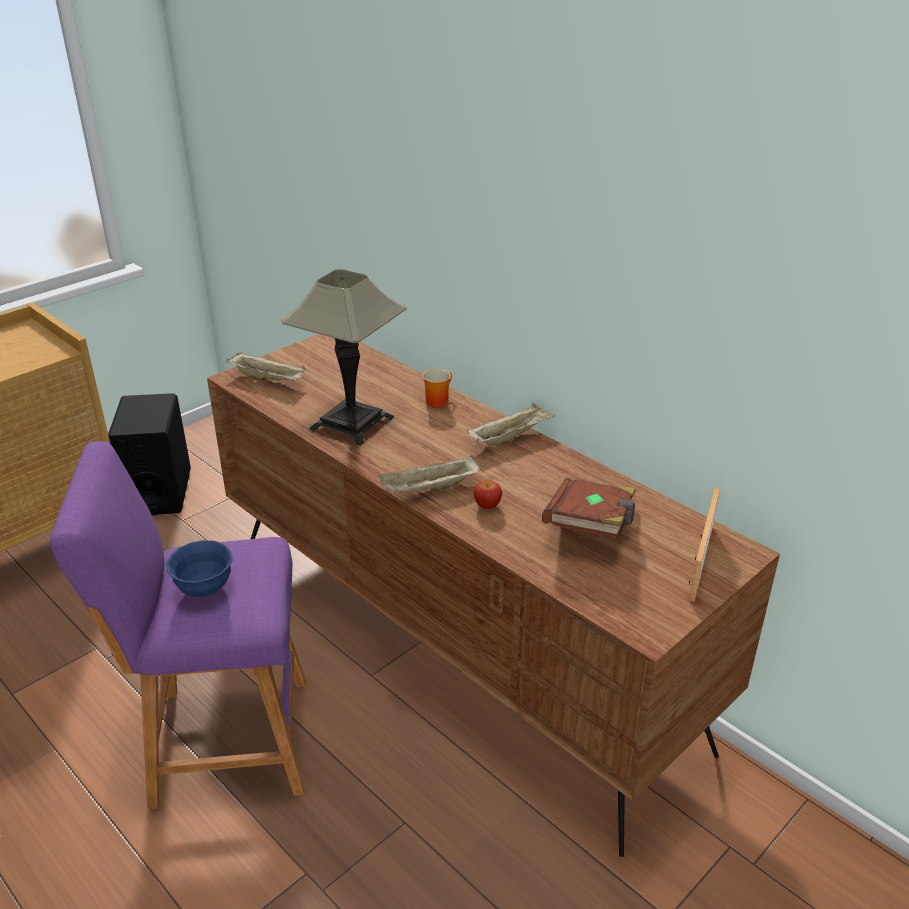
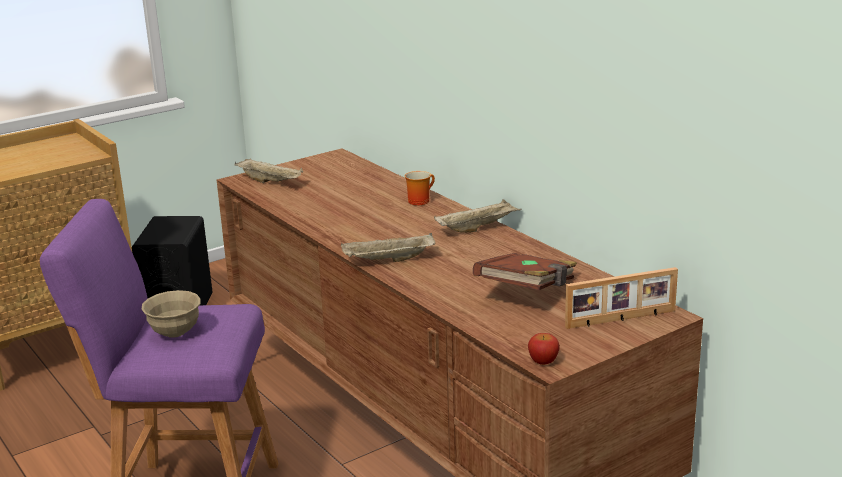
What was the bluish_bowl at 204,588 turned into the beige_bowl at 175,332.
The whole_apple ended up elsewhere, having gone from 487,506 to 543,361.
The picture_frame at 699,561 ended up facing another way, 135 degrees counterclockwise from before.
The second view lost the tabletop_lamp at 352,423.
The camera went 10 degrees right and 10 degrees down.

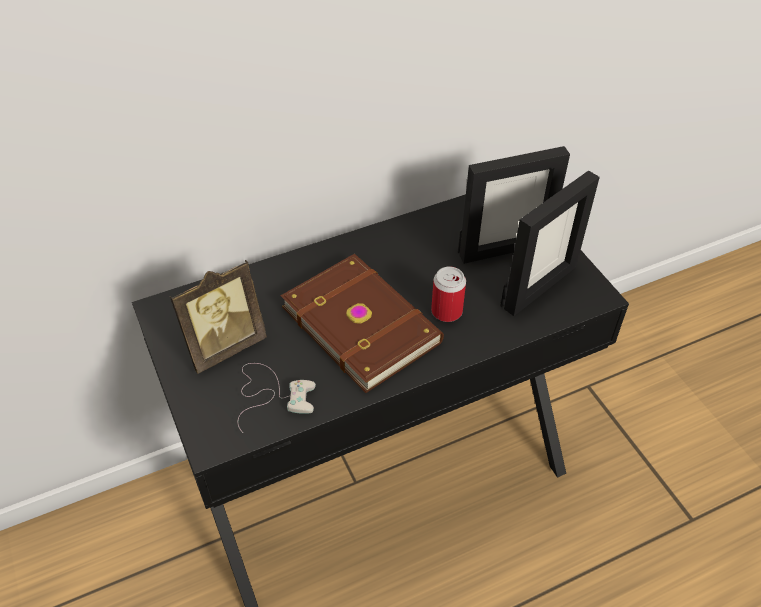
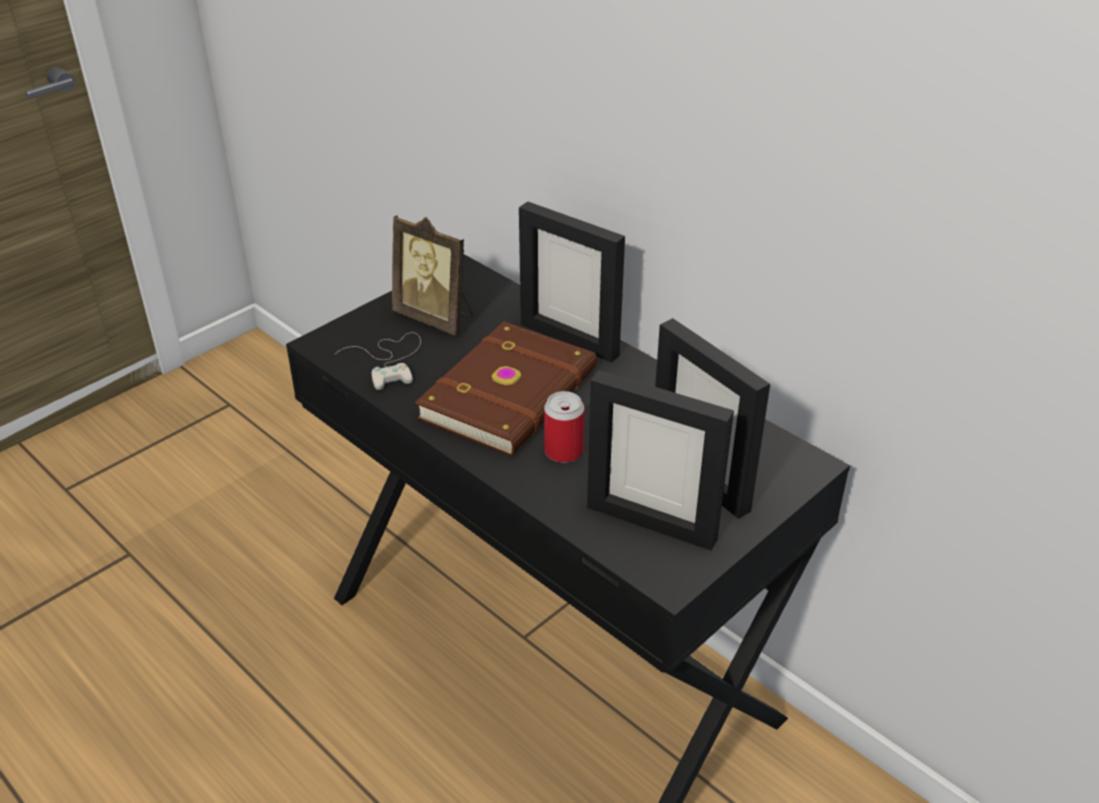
The second view gained the picture_frame at 570,338.
The camera went 70 degrees right and 10 degrees down.

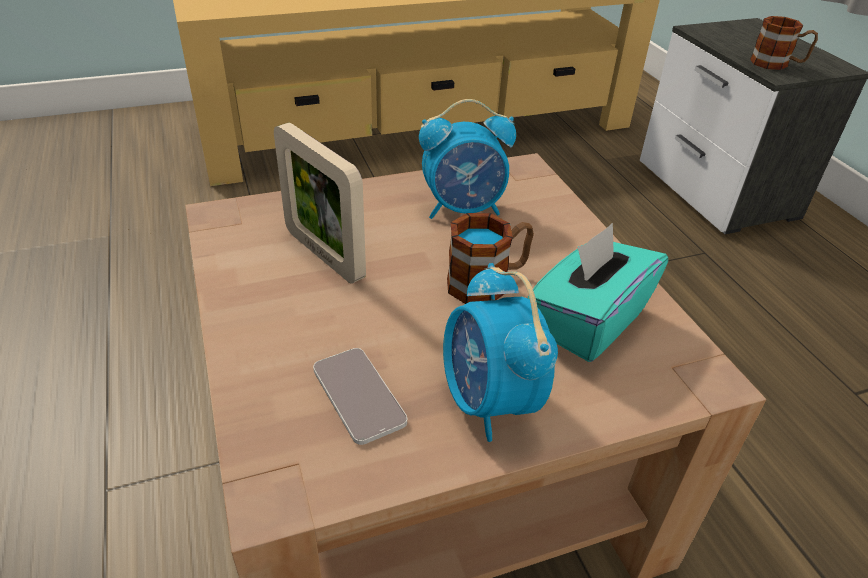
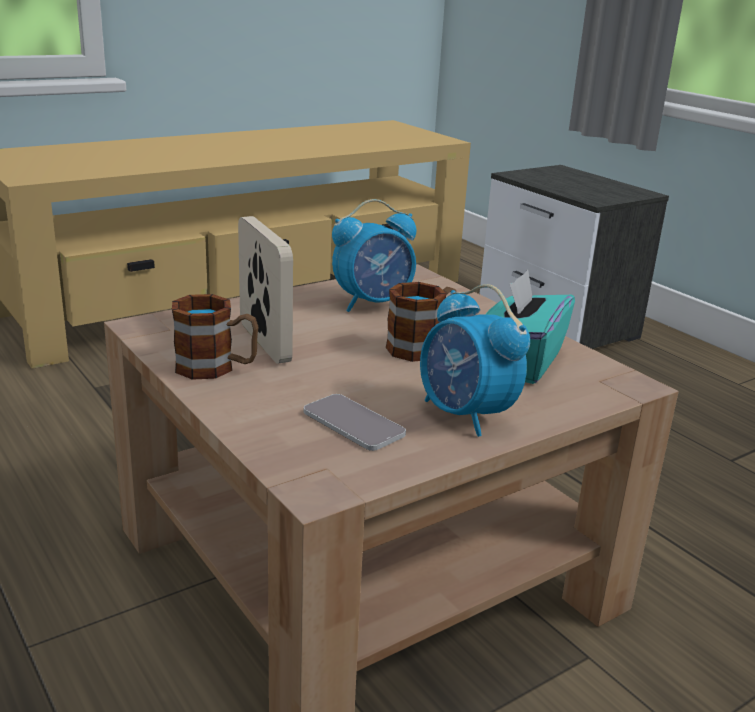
The mug ended up elsewhere, having gone from 777,64 to 216,368.
The picture_frame at 324,255 ended up facing another way, 150 degrees counterclockwise from before.
The camera went 15 degrees left and 15 degrees down.

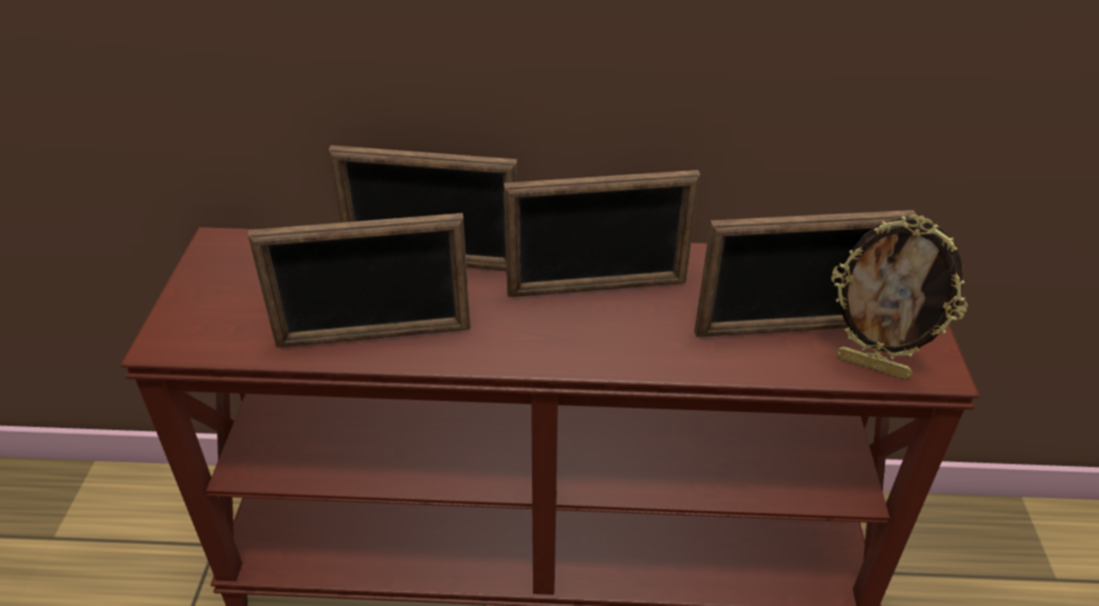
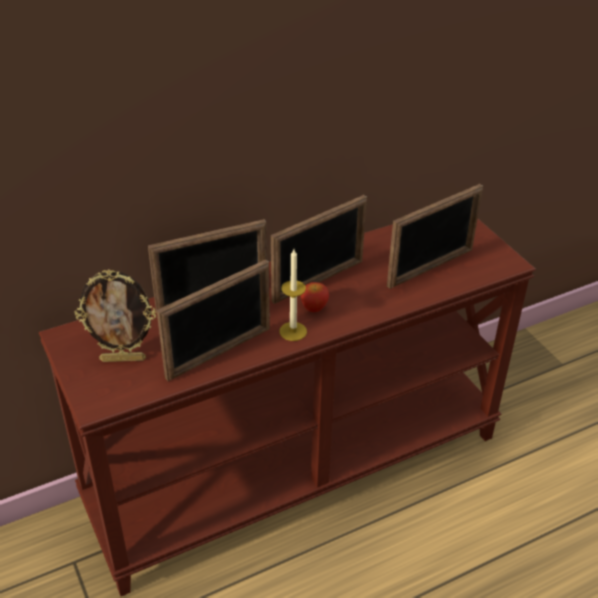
The picture_frame ended up elsewhere, having gone from 873,366 to 123,359.
The second view gained the wax_light at 293,331.
The second view gained the whole_apple at 314,307.
The camera went 30 degrees left and 0 degrees up.

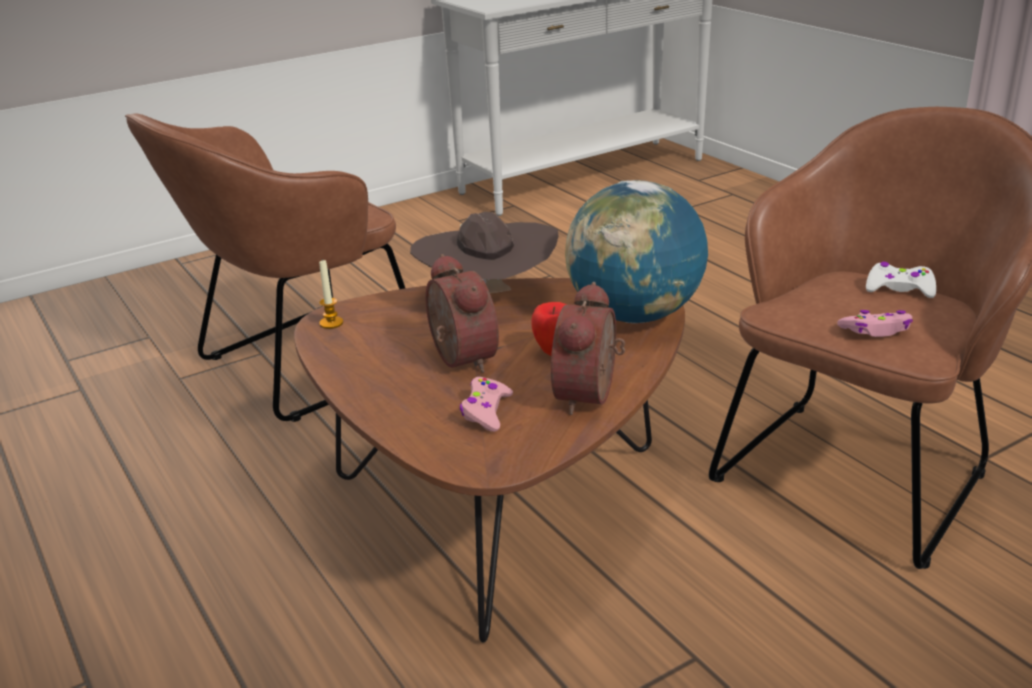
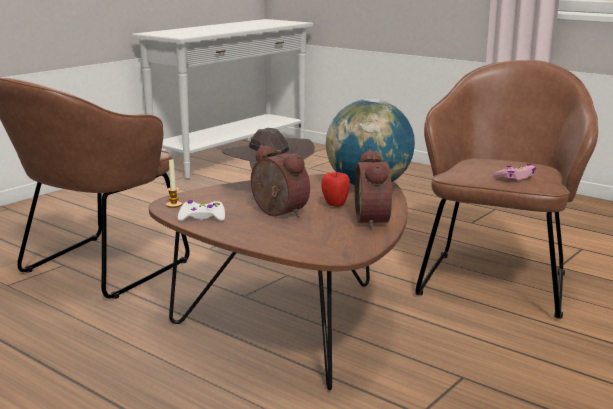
The white-coloured_gamepad ended up elsewhere, having gone from 899,289 to 202,218.
The second view lost the pink-coloured_gamepad at 486,411.
The camera went 20 degrees left and 10 degrees down.

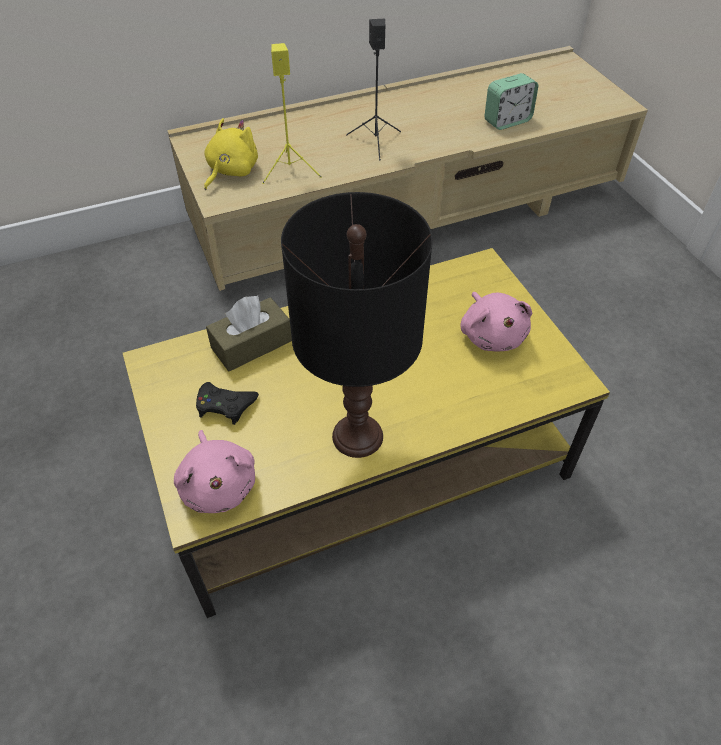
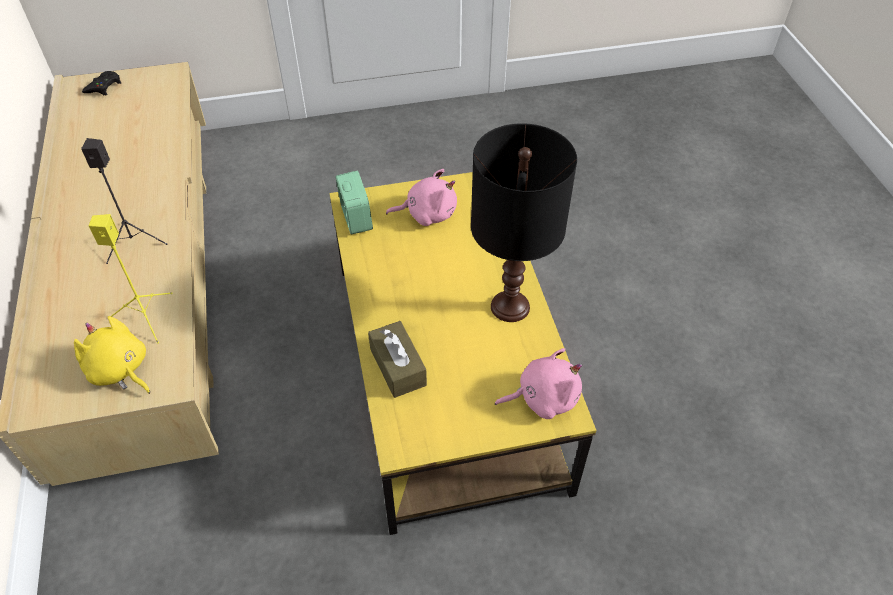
The blackish_gamepad ended up elsewhere, having gone from 225,405 to 104,87.
The bedside_clock ended up elsewhere, having gone from 507,121 to 356,219.
The camera went 80 degrees left and 0 degrees up.

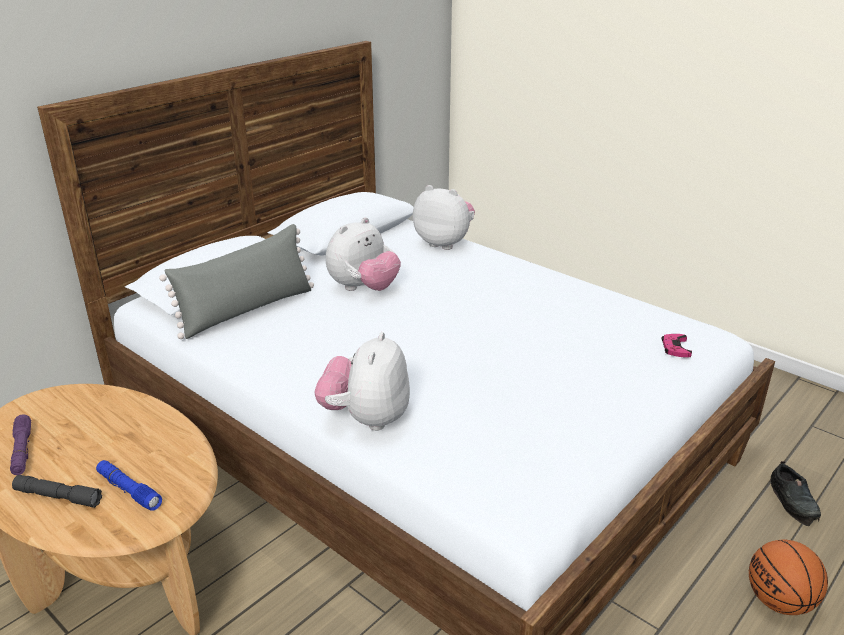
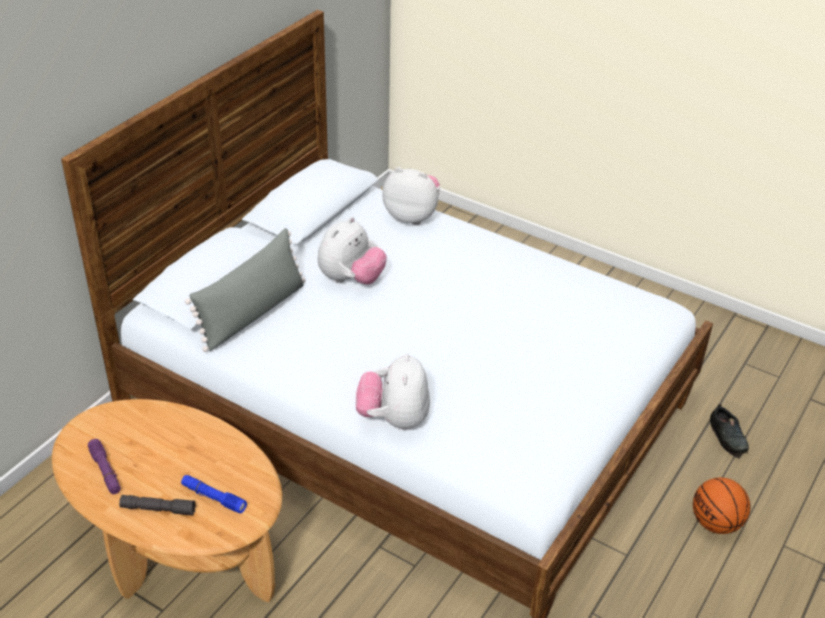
The second view lost the pink-coloured_gamepad at 675,348.
The camera went 10 degrees left and 10 degrees up.

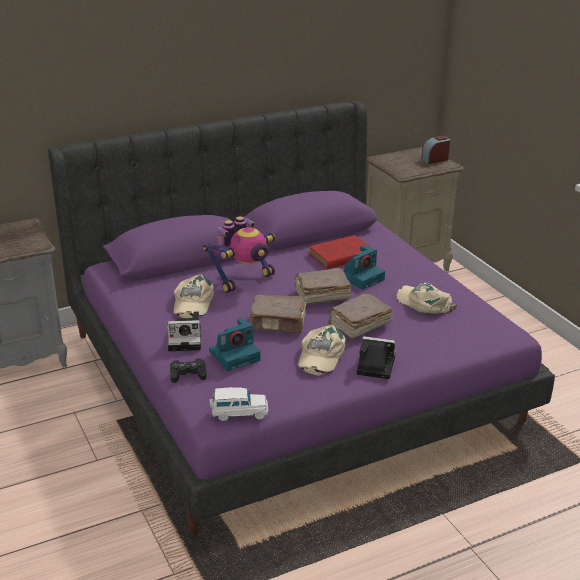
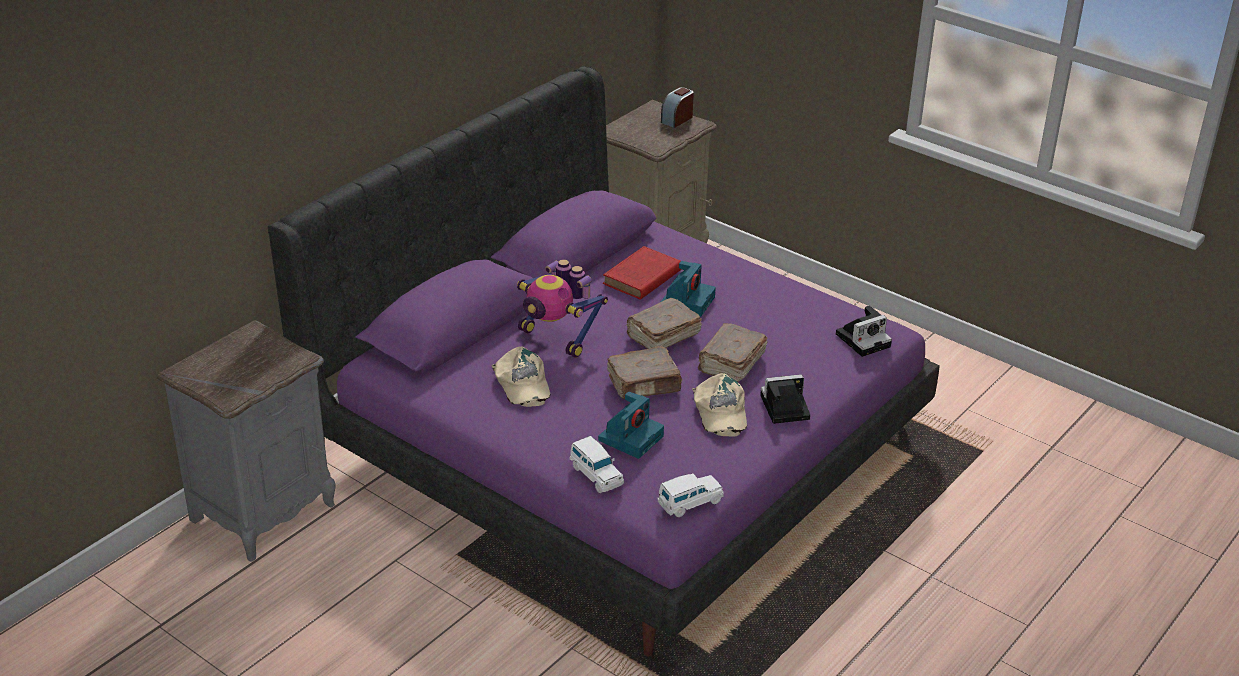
The toy_robot at 244,280 ended up facing another way, 105 degrees clockwise from before.
Where the blackish_gamepad stood at 188,374, the white-coloured_toy_car came to stand at 596,475.
The photo_camera ended up elsewhere, having gone from 186,339 to 864,339.
The second view lost the beige_cap at 424,303.
The camera went 25 degrees left and 5 degrees up.

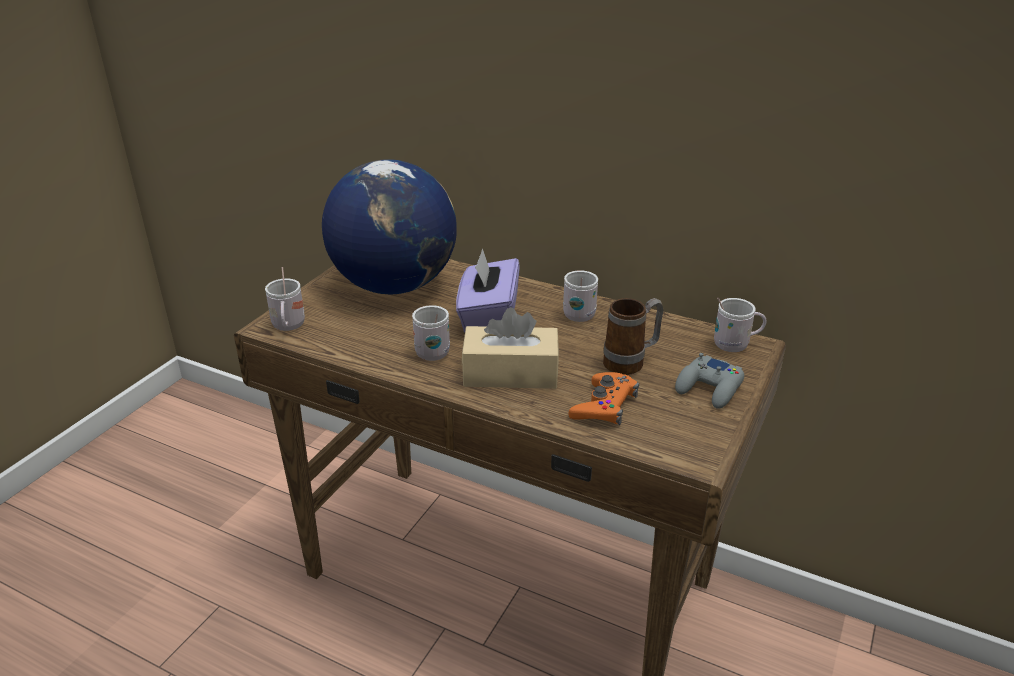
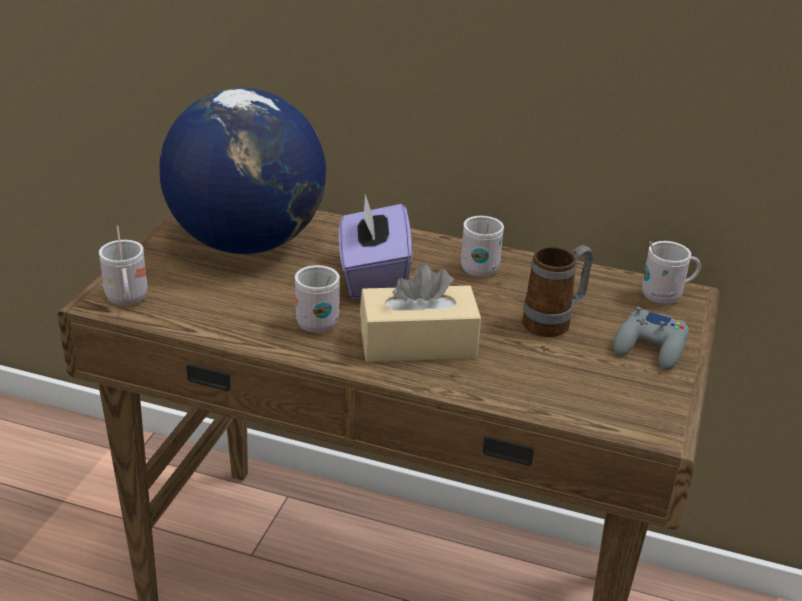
The second view lost the orange_gamepad at 604,406.
The camera went 10 degrees left and 0 degrees up.

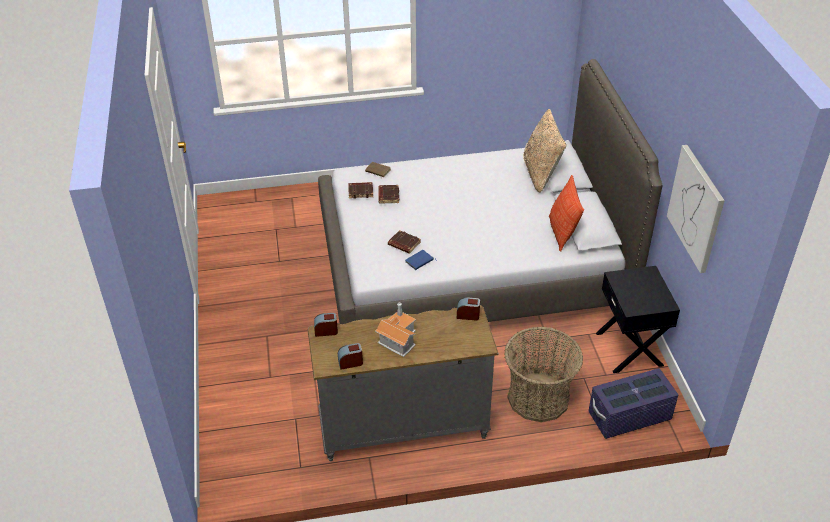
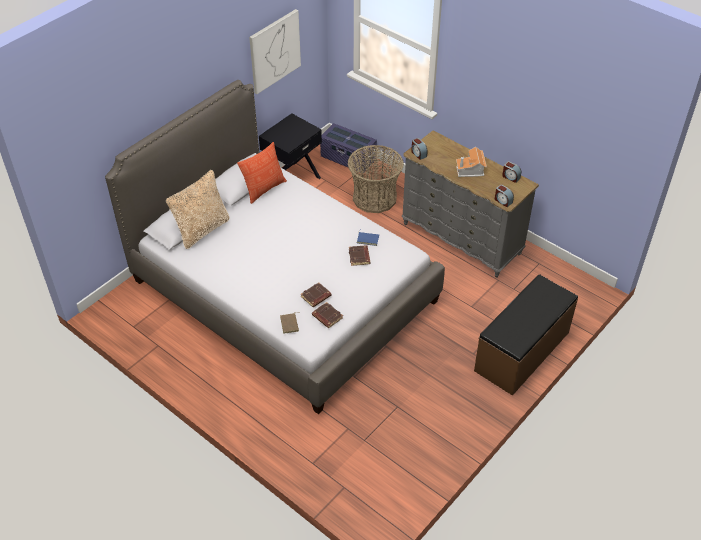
The second view gained the brown_bench at 522,352.
The camera went 130 degrees left and 5 degrees up.

